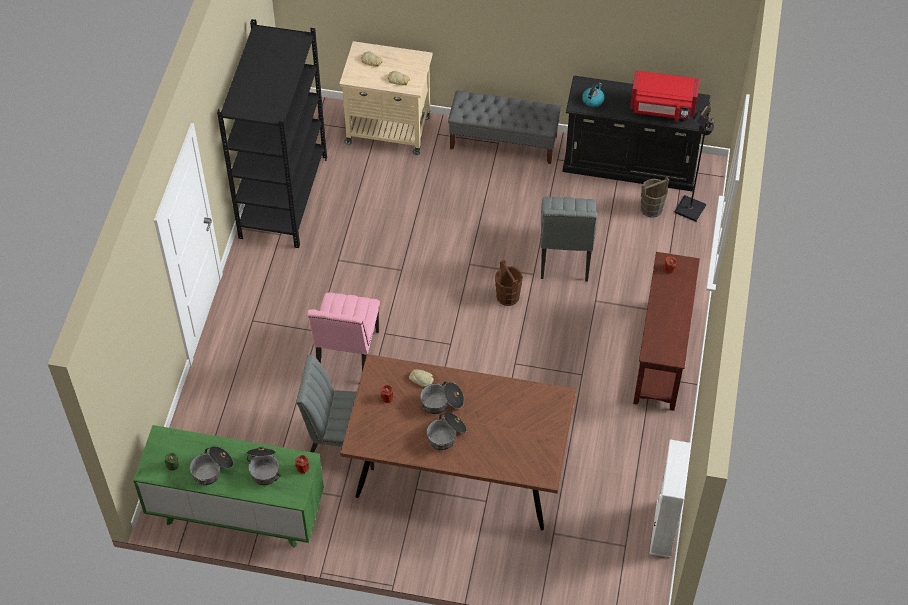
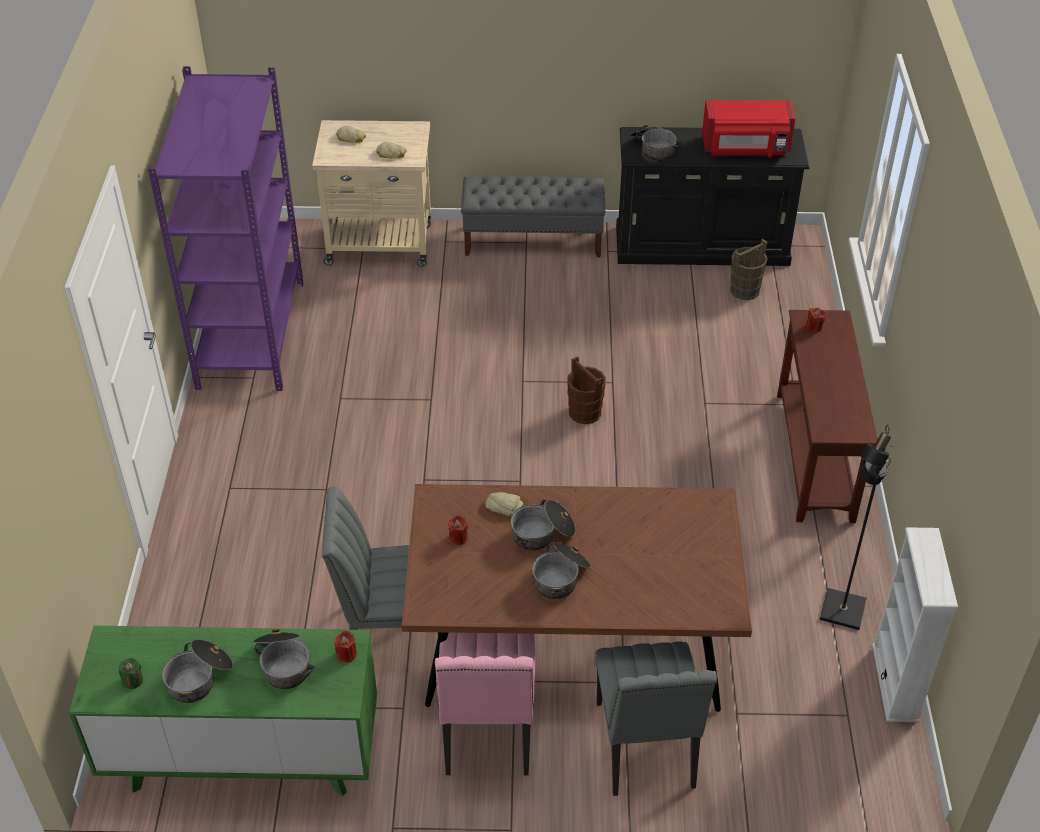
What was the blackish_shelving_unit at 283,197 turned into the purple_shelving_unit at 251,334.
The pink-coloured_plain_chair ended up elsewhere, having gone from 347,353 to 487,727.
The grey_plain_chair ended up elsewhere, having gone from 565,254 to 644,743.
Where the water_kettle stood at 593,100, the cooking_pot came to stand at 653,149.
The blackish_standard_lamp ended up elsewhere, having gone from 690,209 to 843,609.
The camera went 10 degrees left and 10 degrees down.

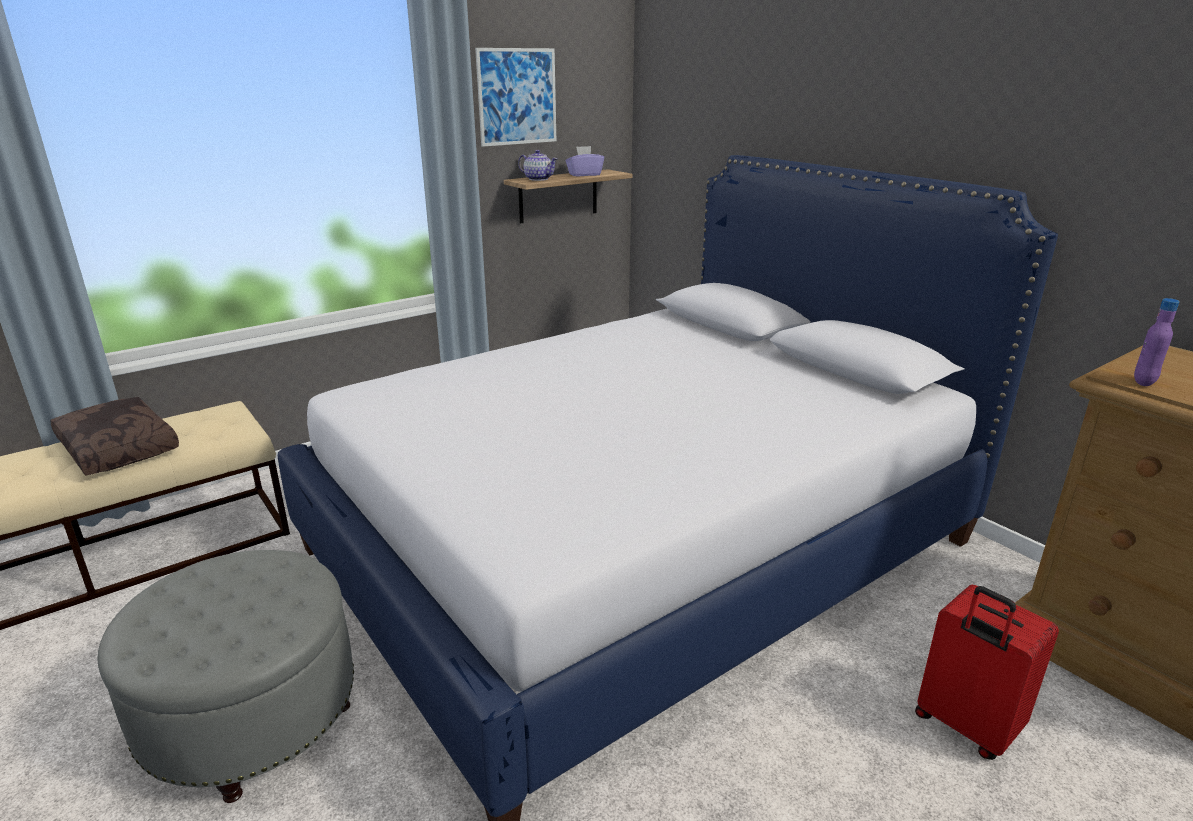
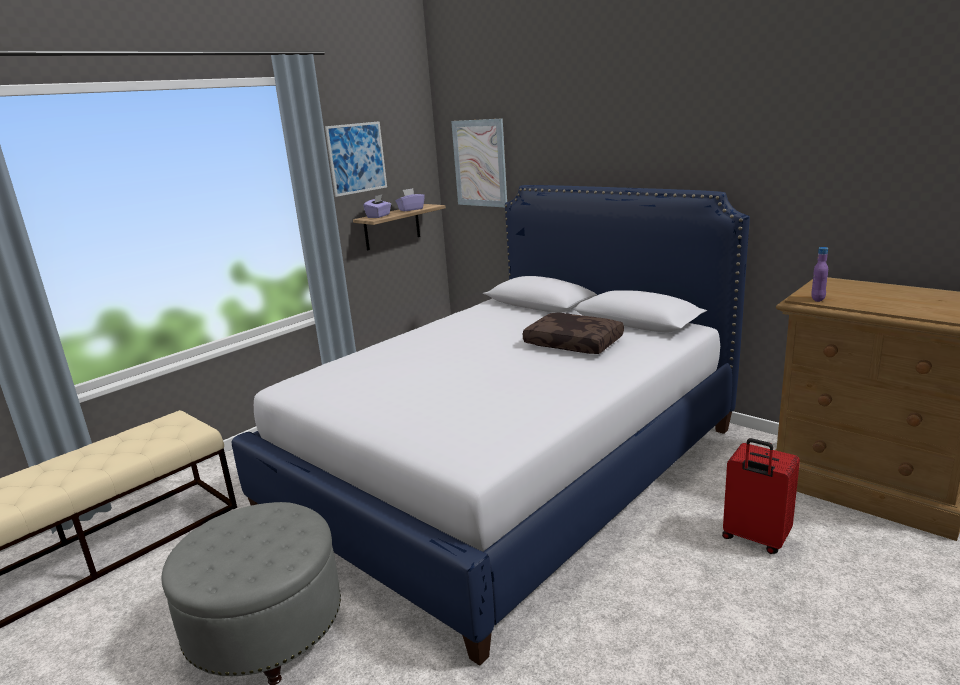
Where the pot_for_tea stood at 538,179, the purple_tissue_box came to stand at 379,216.
The second view gained the picture at 480,163.
The brown_cushion ended up elsewhere, having gone from 121,448 to 574,343.
The camera went 10 degrees left and 5 degrees down.

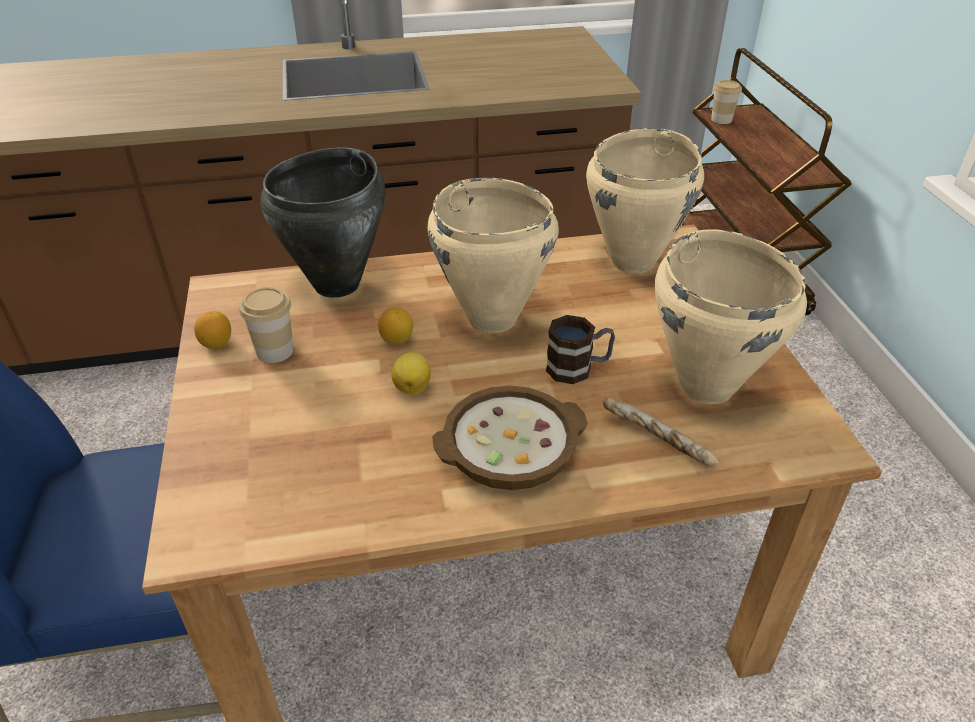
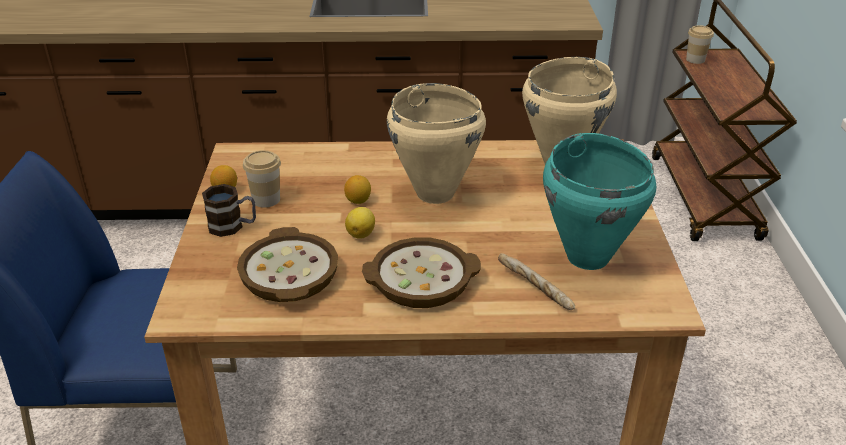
The mug ended up elsewhere, having gone from 578,368 to 233,226.
The second view gained the bowl at 290,276.
What was the beige_cooking_pot at 706,385 turned into the turquoise-coloured_cooking_pot at 588,256.
The second view lost the blackish_cooking_pot at 338,284.
The camera went 10 degrees right and 5 degrees down.

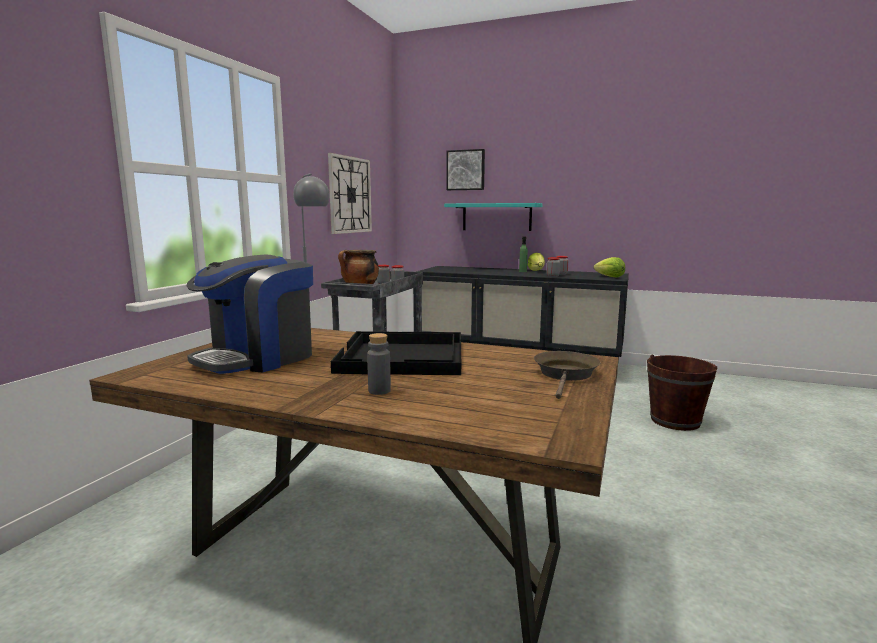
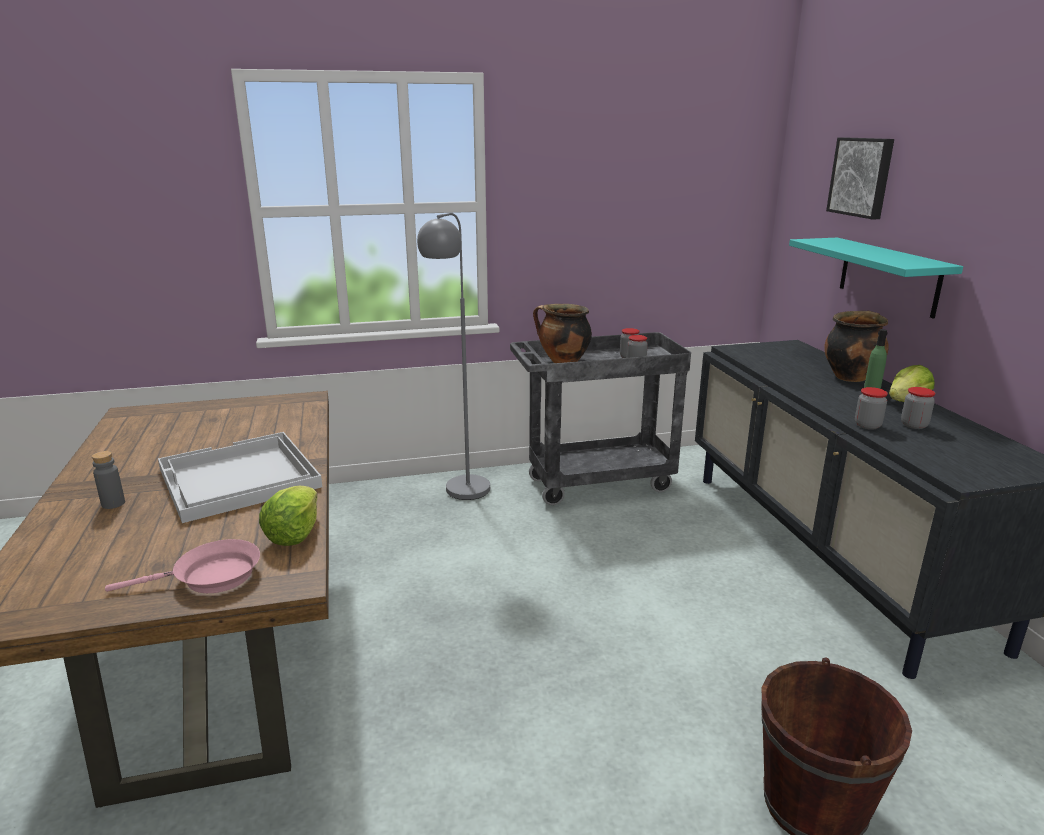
What was the brown_pan at 566,375 turned into the pink-coloured_pan at 211,577.
What was the blackish_tray at 404,356 turned into the white-coloured_tray at 238,479.
The lettuce_head ended up elsewhere, having gone from 609,276 to 294,534.
The second view gained the cooking_pot at 850,377.
The second view lost the coffee_maker at 258,358.
The second view lost the wall_clock at 350,195.
The camera went 55 degrees right and 10 degrees up.

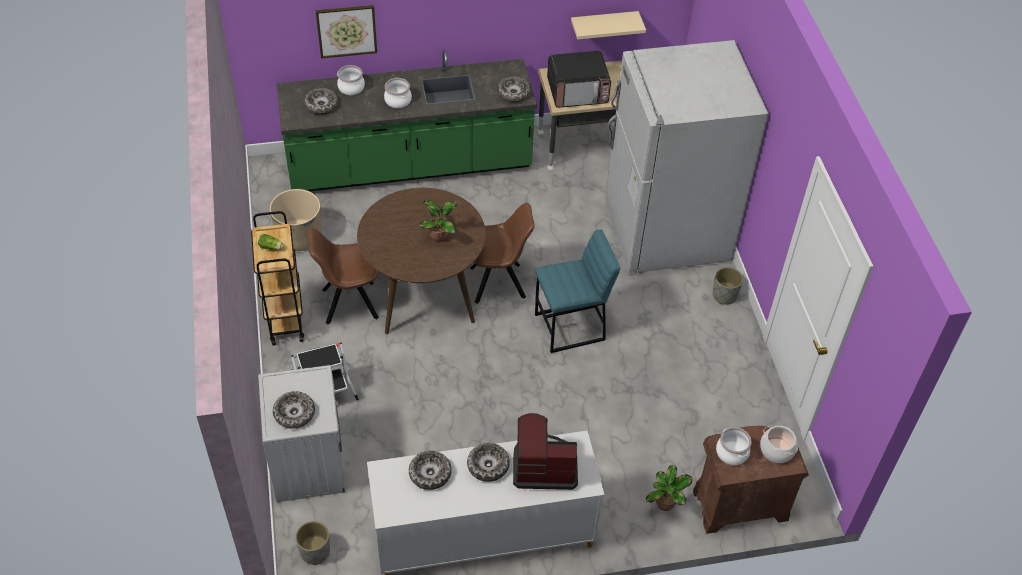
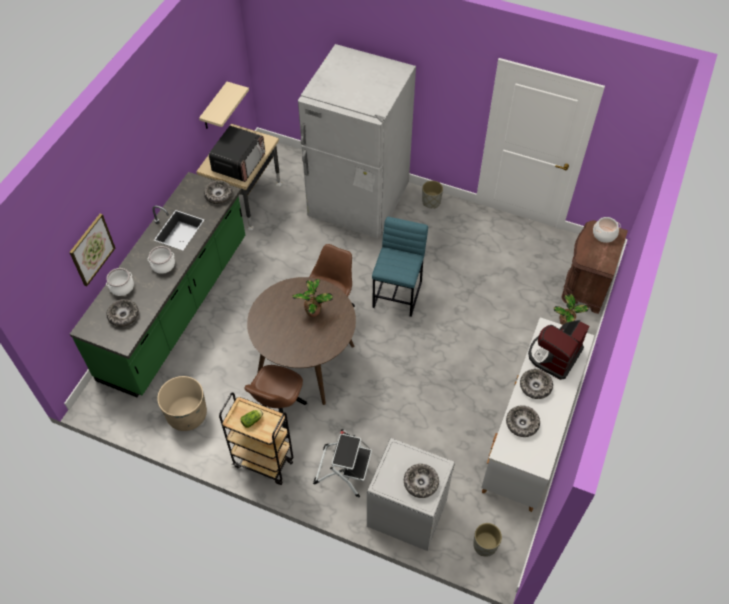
The second view lost the cooking_pot at 731,453.
The camera went 55 degrees left and 5 degrees up.

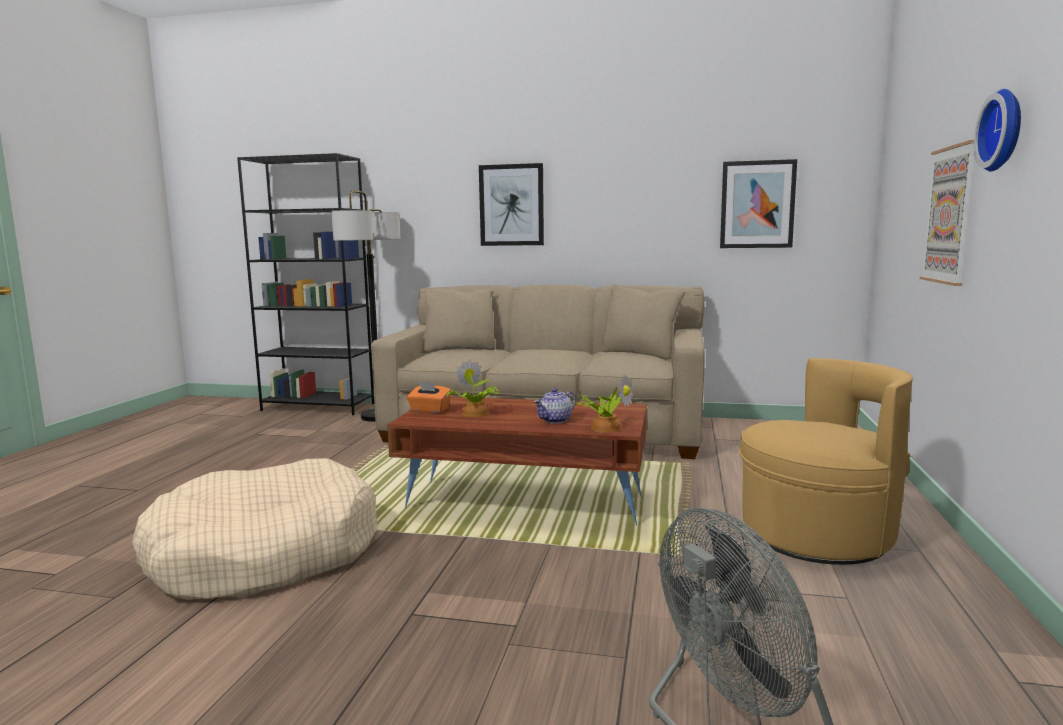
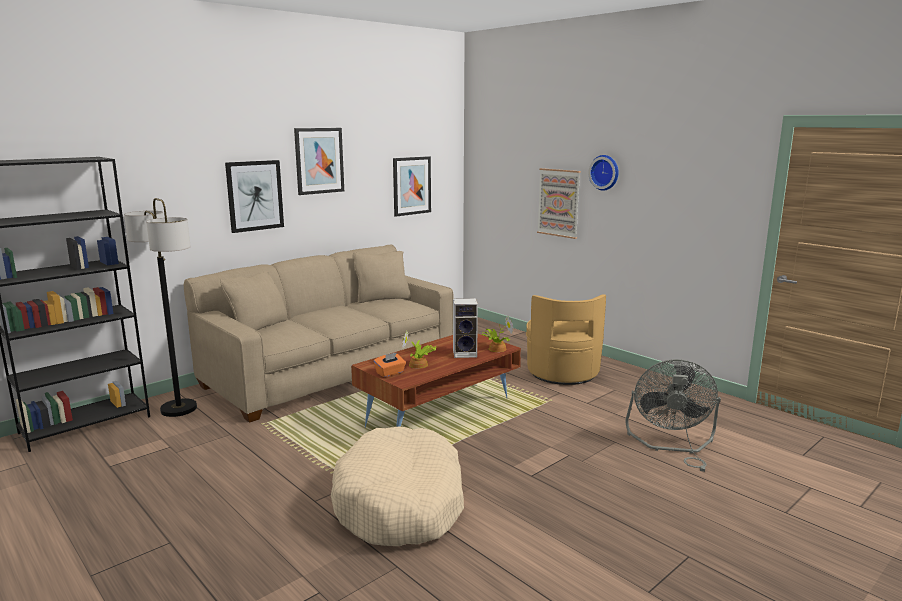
The second view gained the picture at 319,160.
Where the pot_for_tea stood at 555,420, the speaker came to stand at 465,353.
The beige_armchair at 815,534 ended up facing another way, 150 degrees clockwise from before.
The camera went 55 degrees left and 5 degrees up.

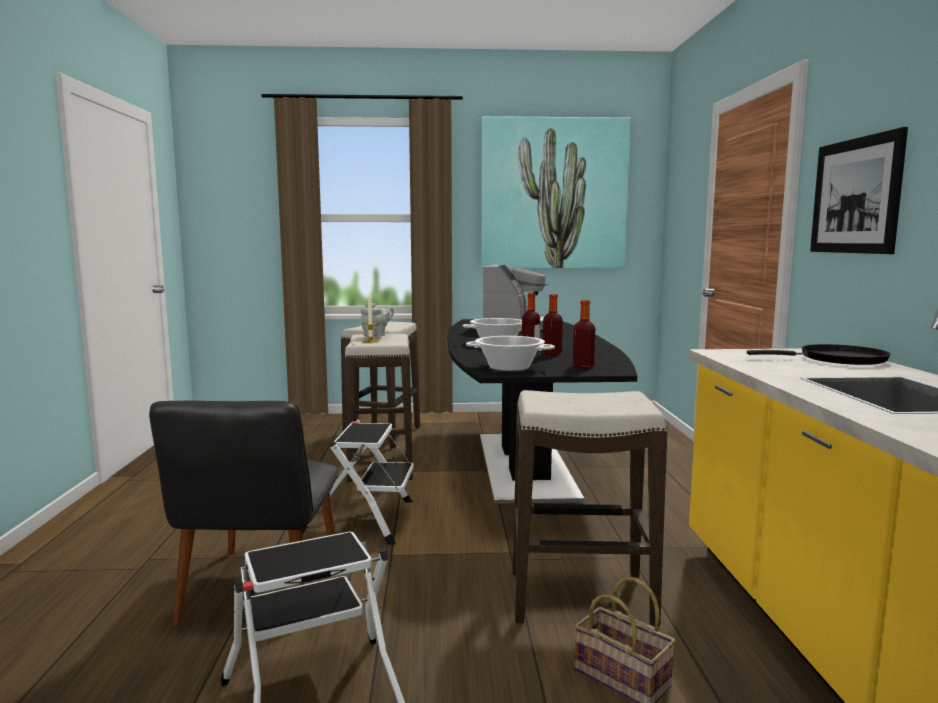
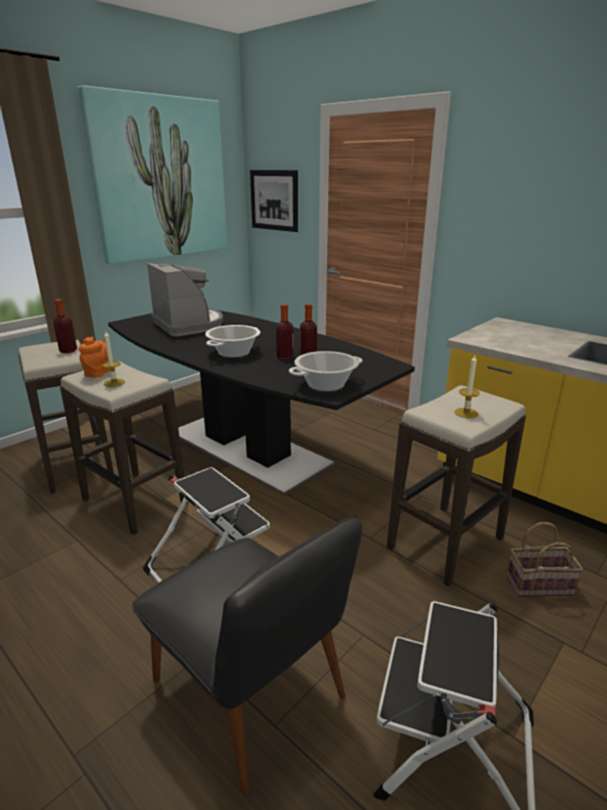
The bottle ended up elsewhere, having gone from 583,366 to 68,351.
What was the grey_pot_for_tea at 376,335 turned into the orange_pot_for_tea at 98,372.
The picture ended up elsewhere, having gone from 855,196 to 274,200.
The second view gained the wax_light at 466,413.
The second view lost the blackish_pan at 837,360.
The camera went 45 degrees left and 15 degrees up.

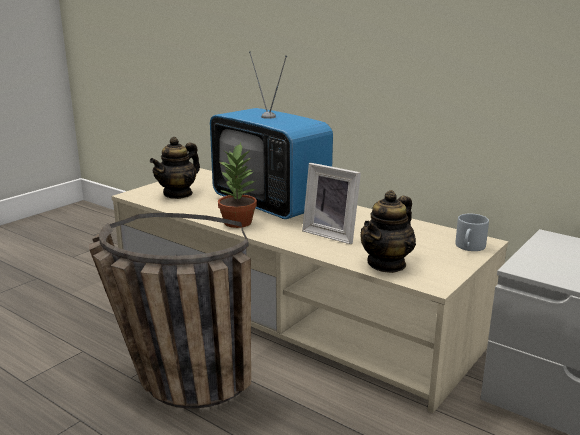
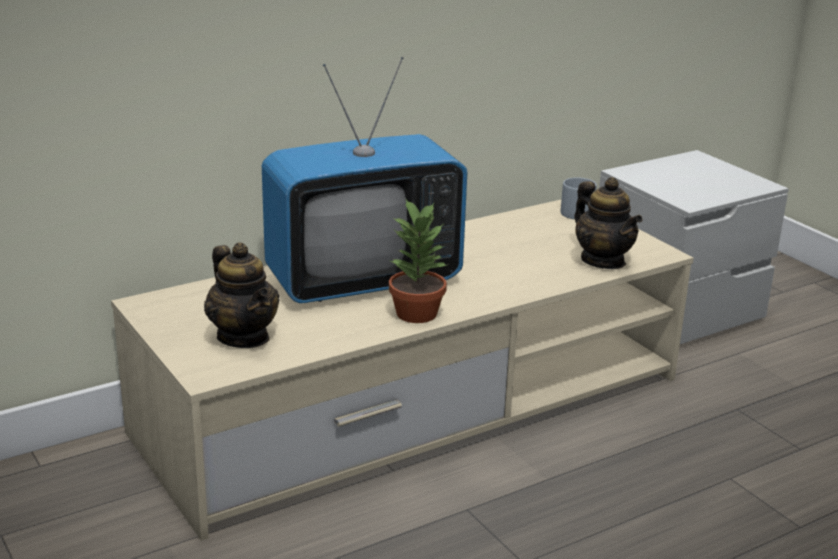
The second view lost the storage_basket at 170,382.
The second view lost the picture_frame at 332,234.
The camera went 70 degrees left and 5 degrees up.

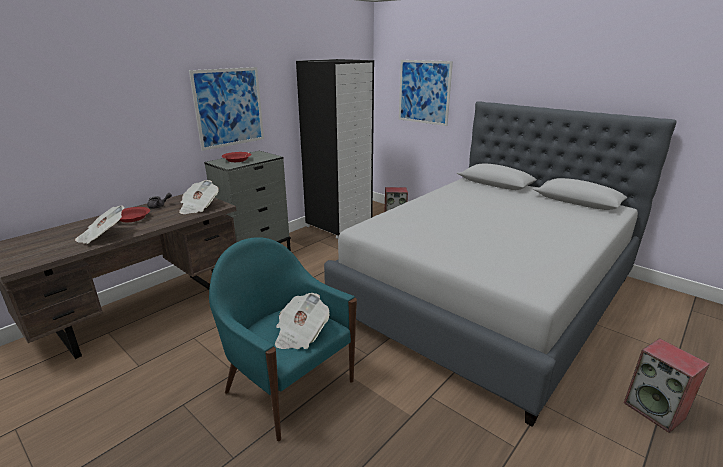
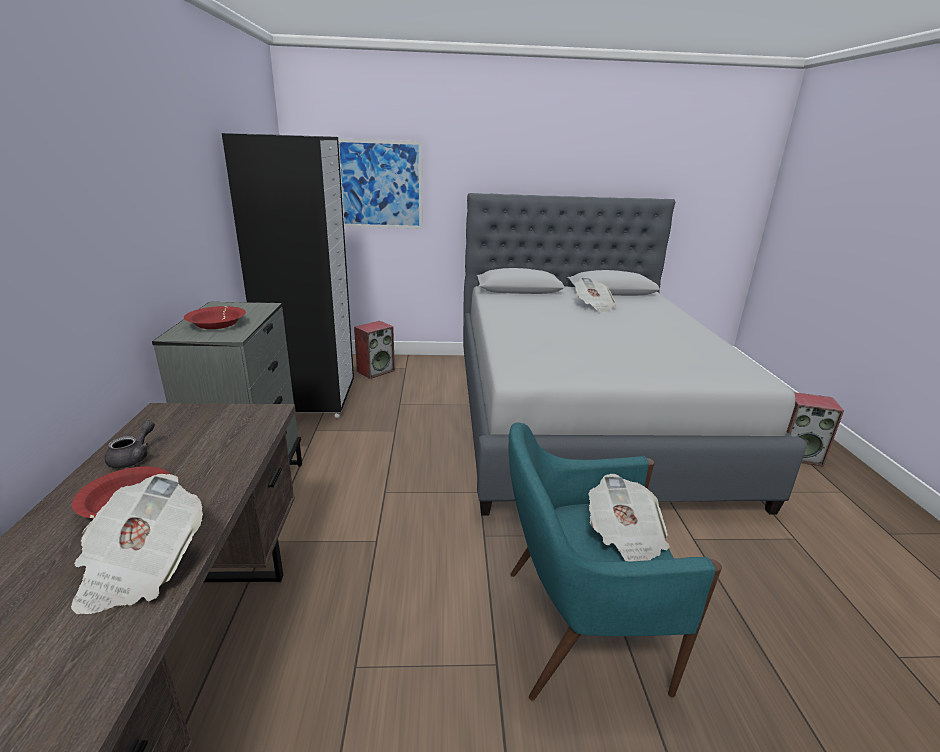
The printed_paper ended up elsewhere, having gone from 199,207 to 594,306.
The second view lost the picture at 229,107.
The camera went 45 degrees left and 0 degrees up.

